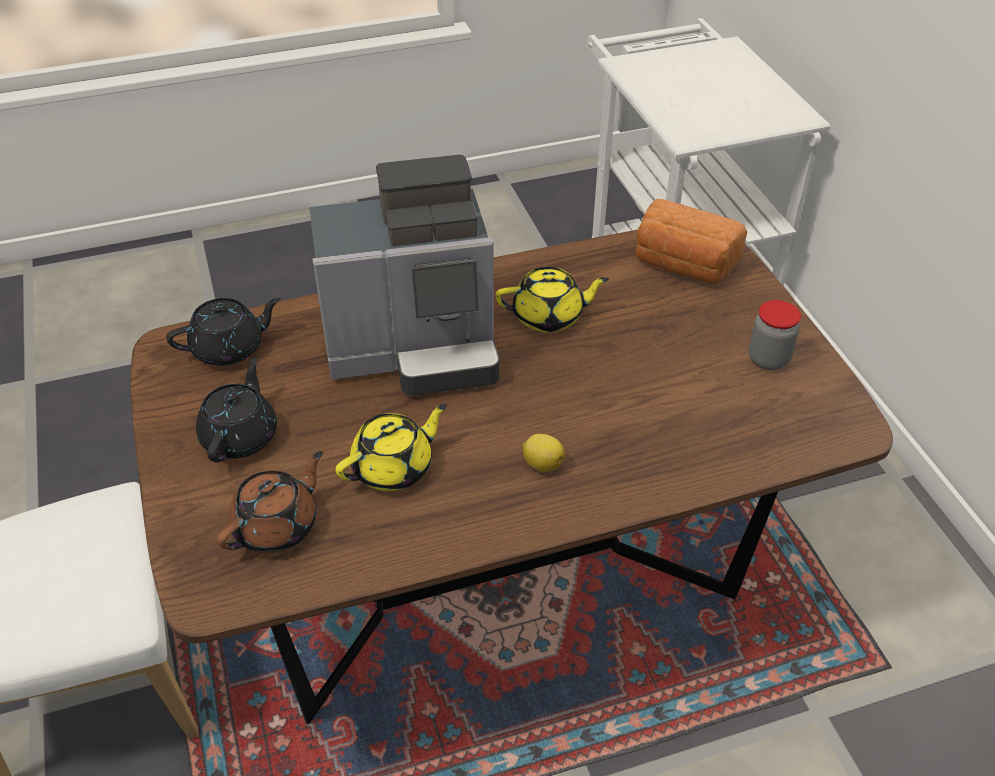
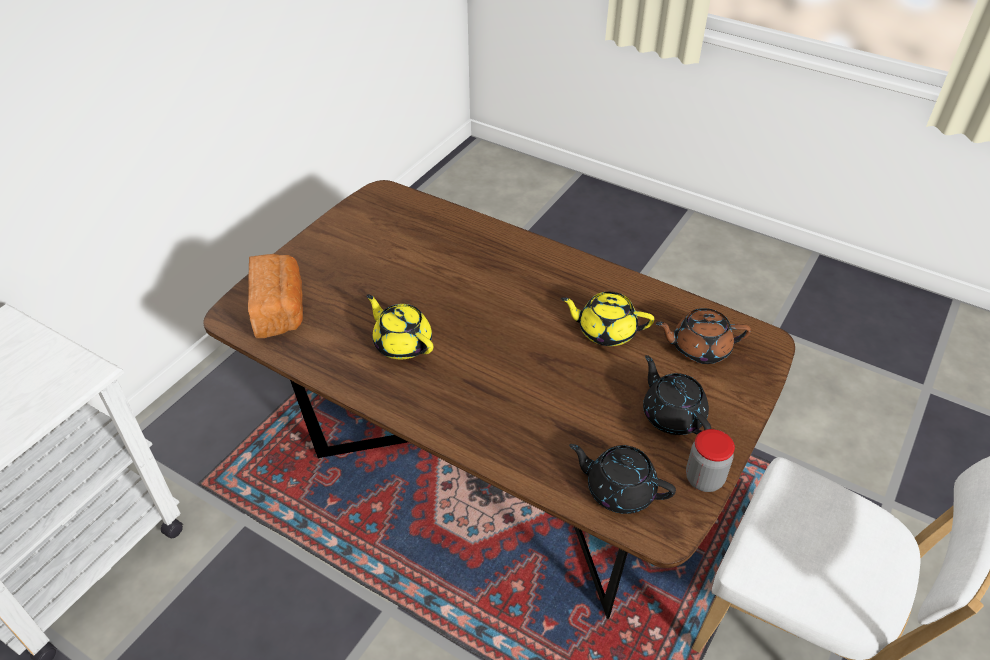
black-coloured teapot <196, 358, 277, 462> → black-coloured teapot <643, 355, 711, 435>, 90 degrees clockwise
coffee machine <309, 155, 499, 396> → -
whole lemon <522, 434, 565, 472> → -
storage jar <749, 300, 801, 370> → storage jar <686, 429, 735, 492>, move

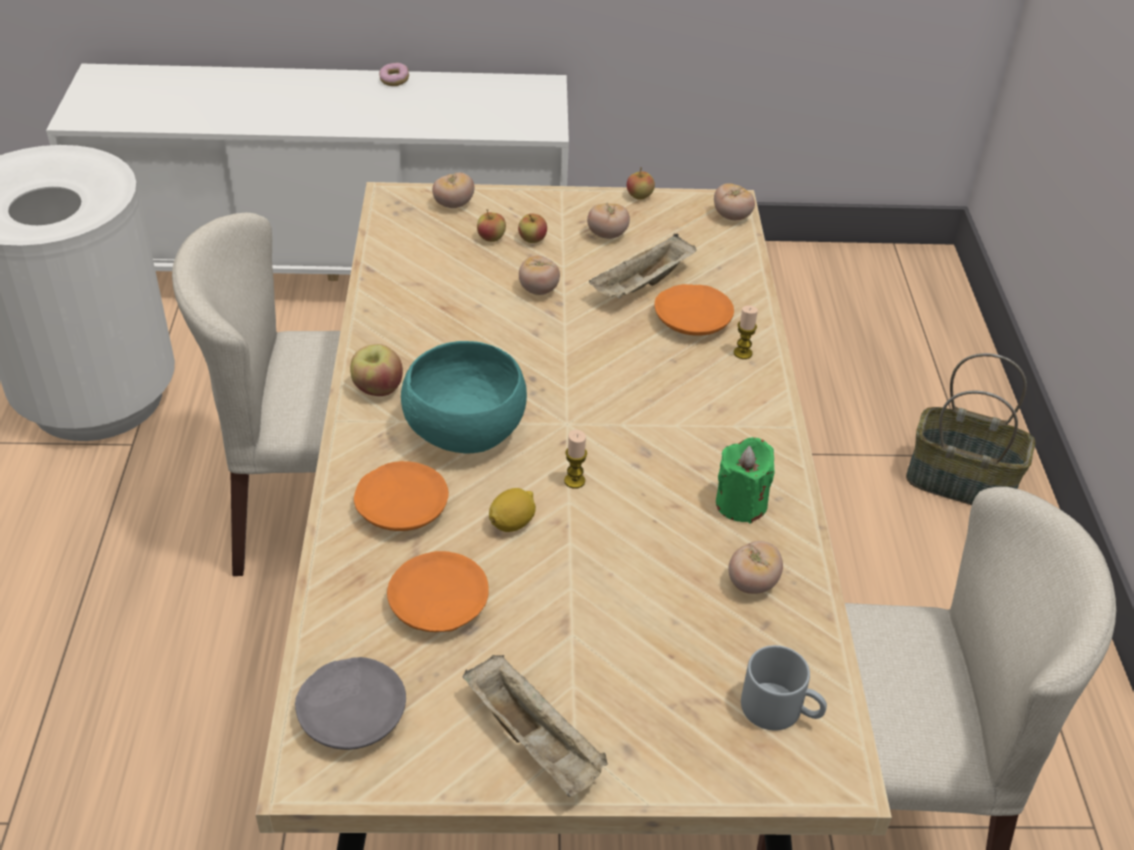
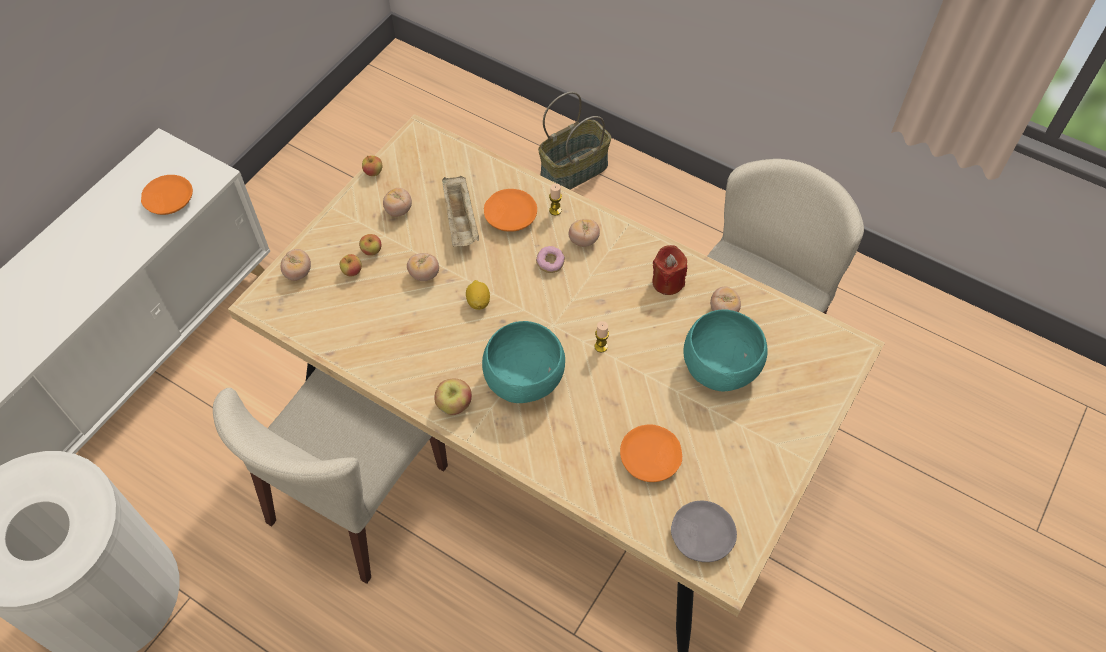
orange-coloured dinner plate <354, 461, 449, 531> → orange-coloured dinner plate <141, 175, 193, 215>, move
donut <379, 63, 409, 86> → donut <536, 246, 565, 273>, move
beige-coloured tray <463, 655, 608, 797> → -
whole lemon <489, 488, 536, 532> → whole lemon <466, 280, 490, 310>, move
fresh tomato <714, 183, 755, 220> → fresh tomato <569, 219, 600, 247>, move
green wax light <716, 437, 775, 523> → red wax light <652, 245, 687, 295>
grey coffee mug <741, 645, 827, 731> → -
- → blue-green deep dish <683, 309, 768, 391>

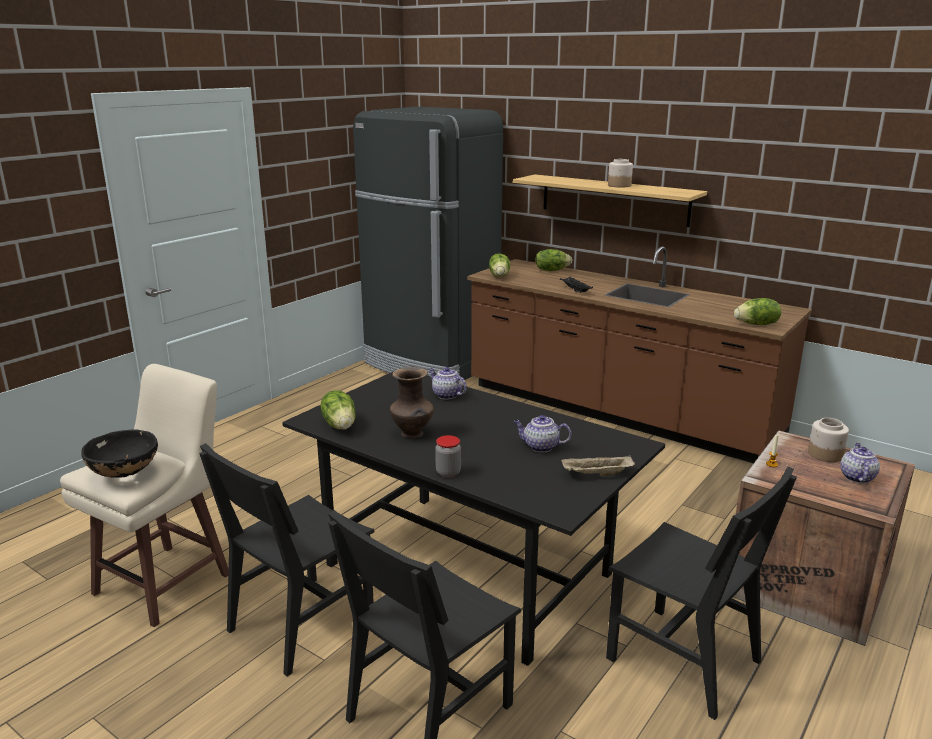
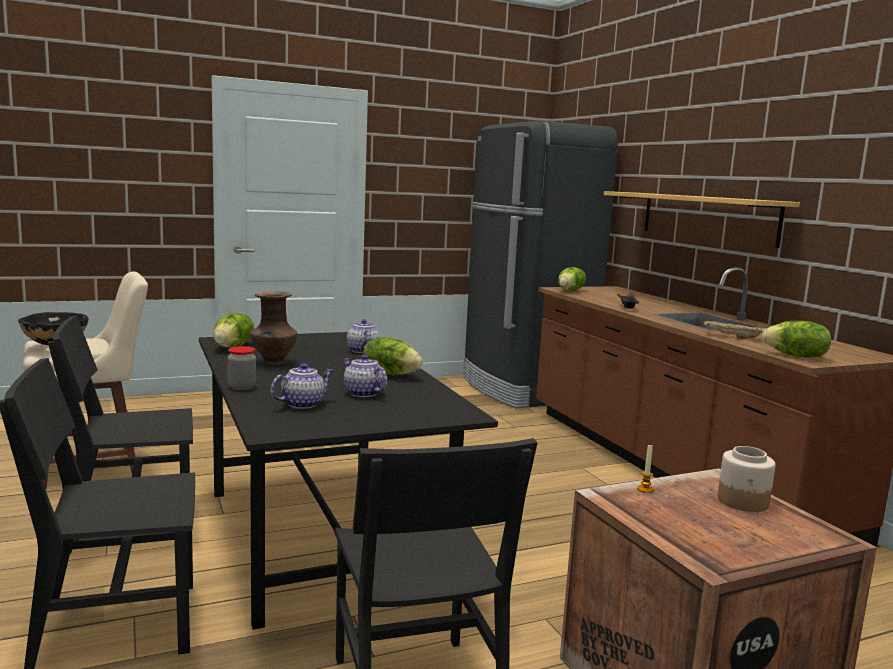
lettuce <535, 249, 572, 271> → lettuce <363, 337, 423, 376>, move
beige-coloured tray <561, 455, 635, 476> → beige-coloured tray <704, 320, 769, 339>, move
storage jar <608, 159, 633, 188> → -
teapot <840, 443, 880, 483> → teapot <271, 363, 333, 409>, move

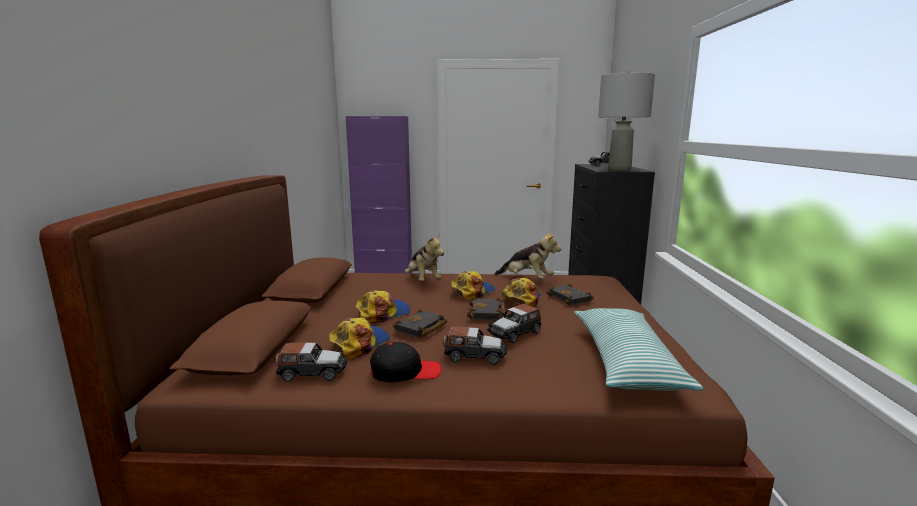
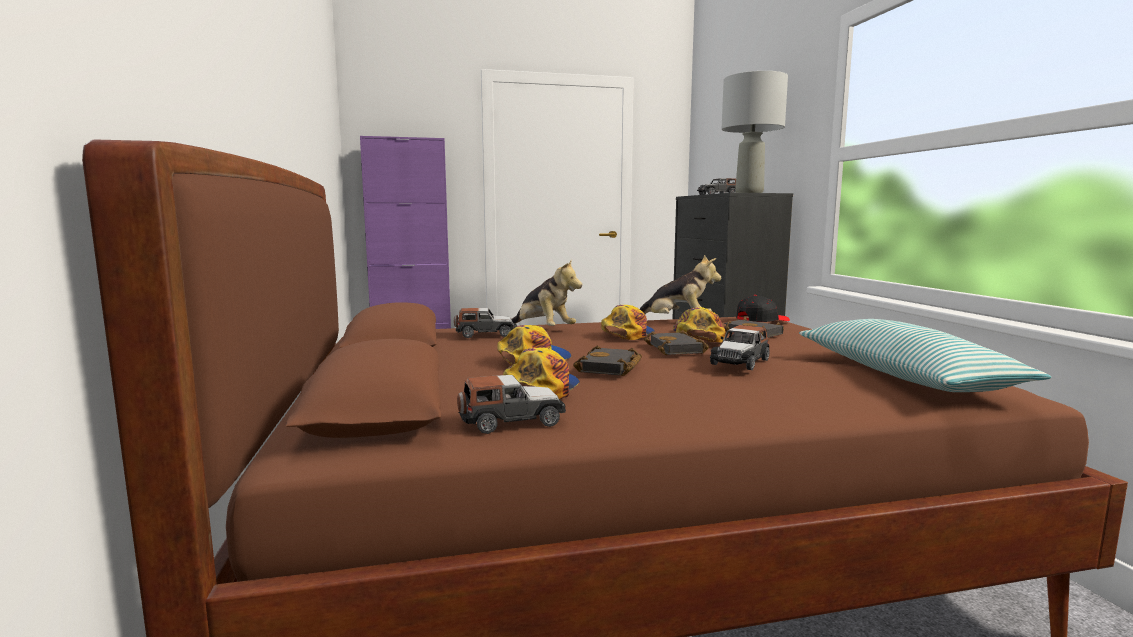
black-coloured cap <370, 342, 441, 383> → black-coloured cap <736, 295, 790, 322>, move
model car <443, 326, 507, 365> → model car <454, 308, 517, 338>, move

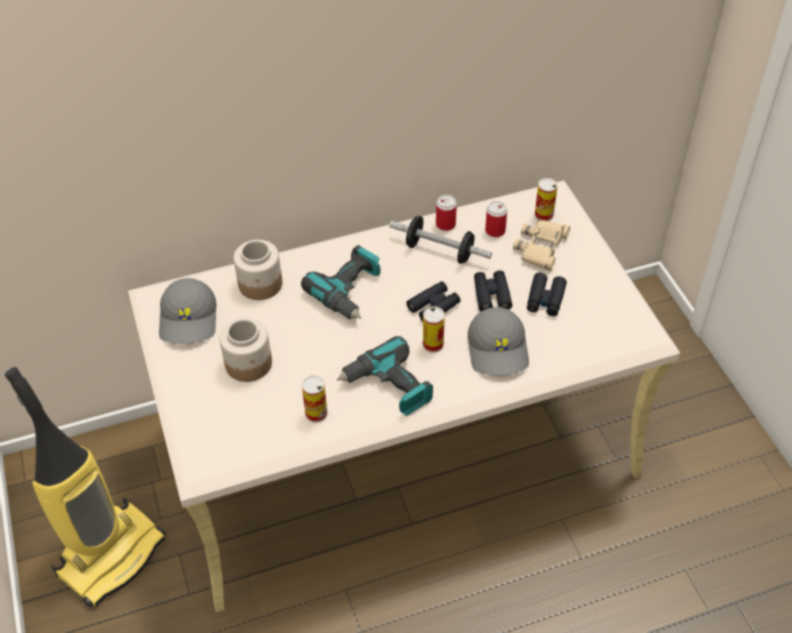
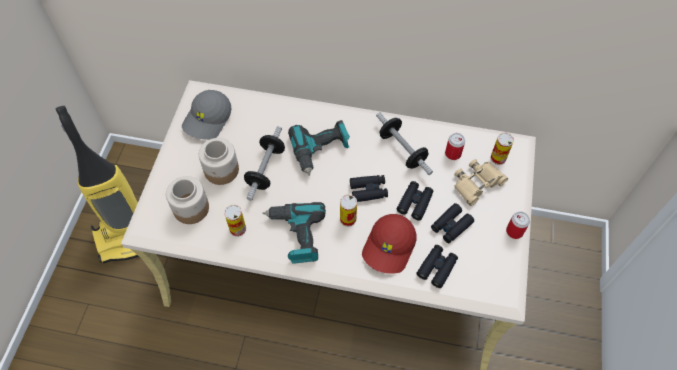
storage jar <234, 240, 282, 300> → storage jar <166, 176, 209, 224>, move
metal can <436, 195, 457, 231> → metal can <506, 211, 530, 239>, move
grey cap <468, 307, 529, 375> → red cap <362, 214, 416, 274>
- → hand weight <244, 126, 285, 200>
- → black-coloured field glasses <416, 245, 458, 288>

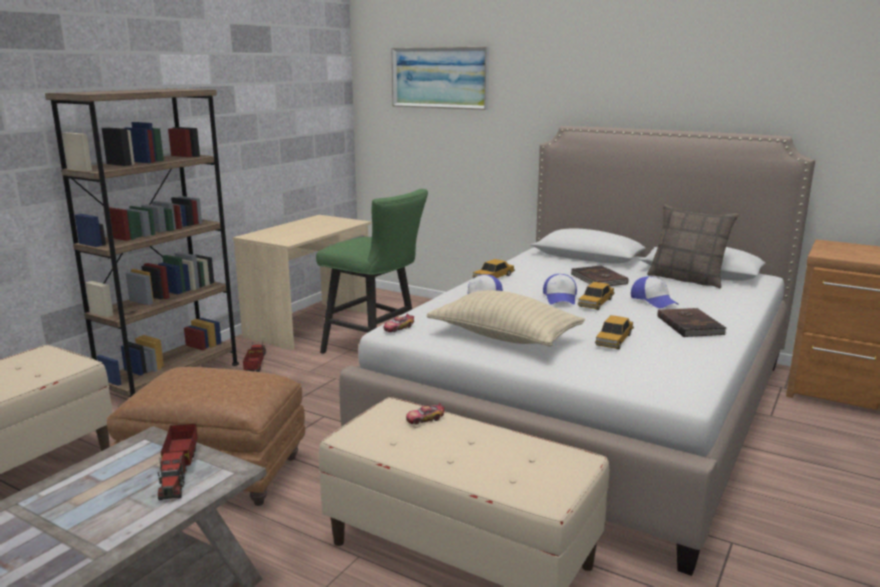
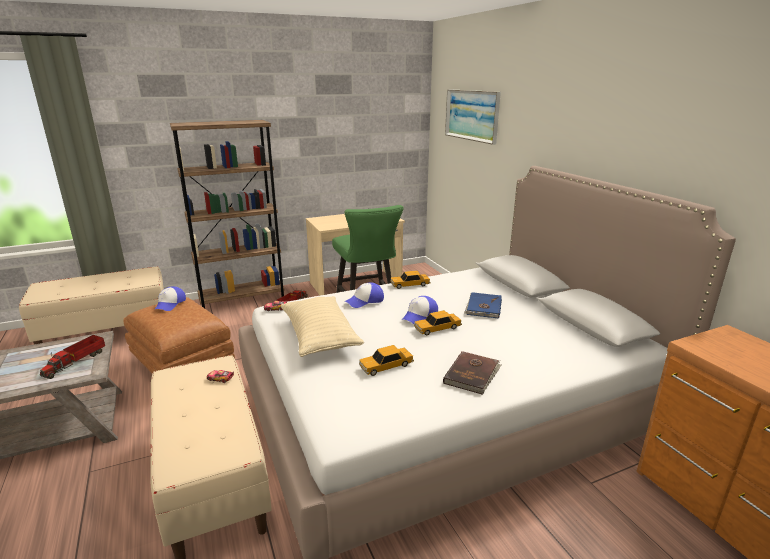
brown volume <571, 265, 628, 286> → bluish volume <464, 292, 502, 319>
cap <631, 276, 679, 308> → cap <154, 286, 186, 311>, move
cushion <647, 204, 739, 289> → -

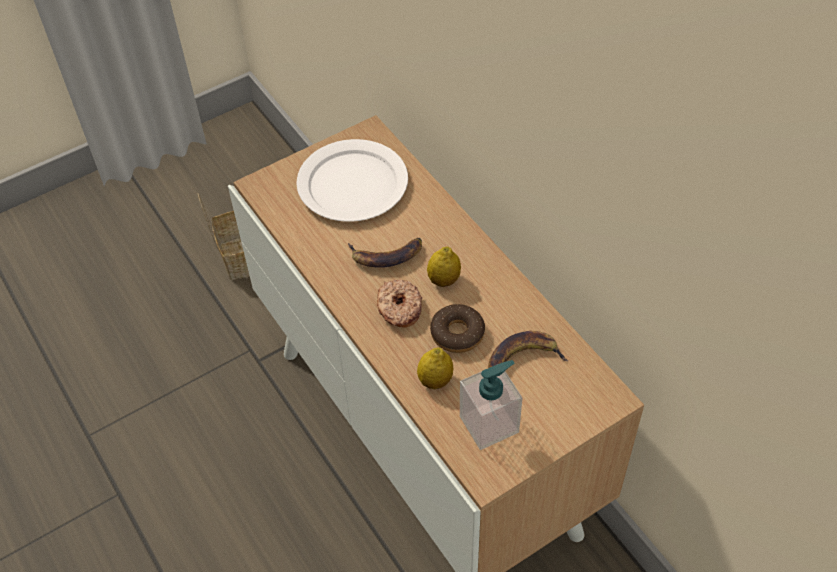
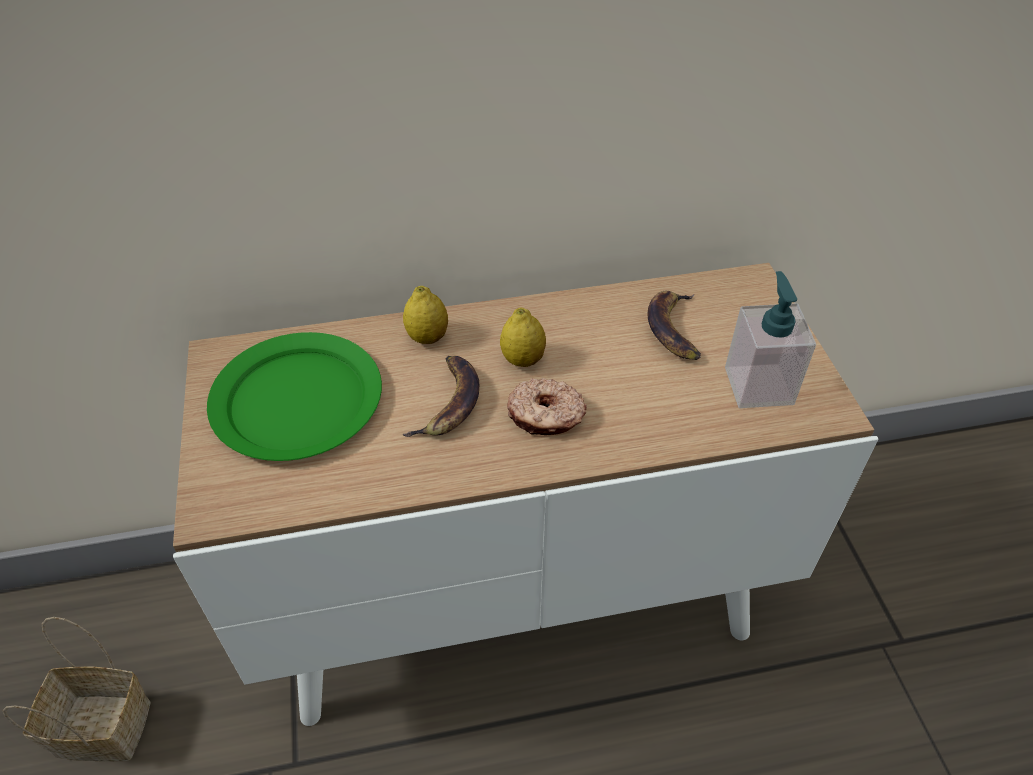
white-coloured dinner plate <297, 139, 408, 222> → green dinner plate <207, 332, 382, 461>
whole lemon <417, 347, 453, 389> → whole lemon <403, 286, 448, 344>, move
donut <430, 304, 485, 353> → -

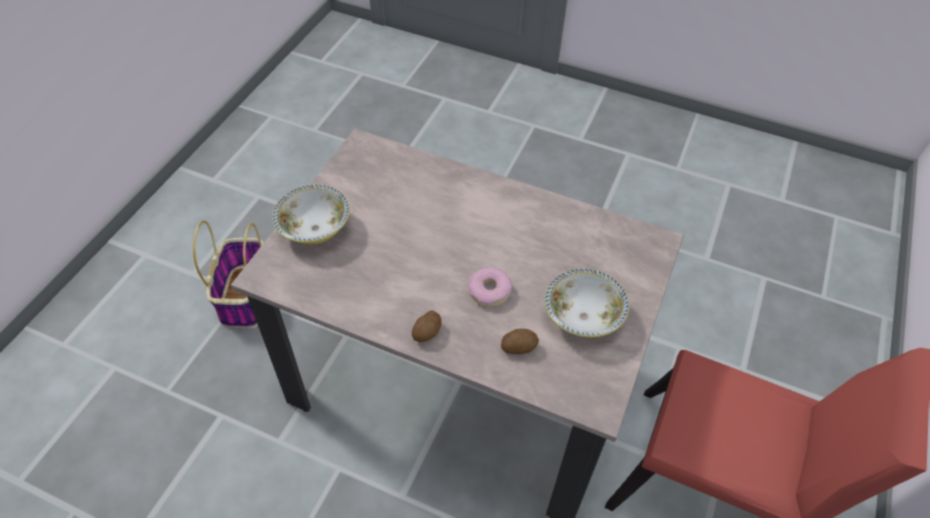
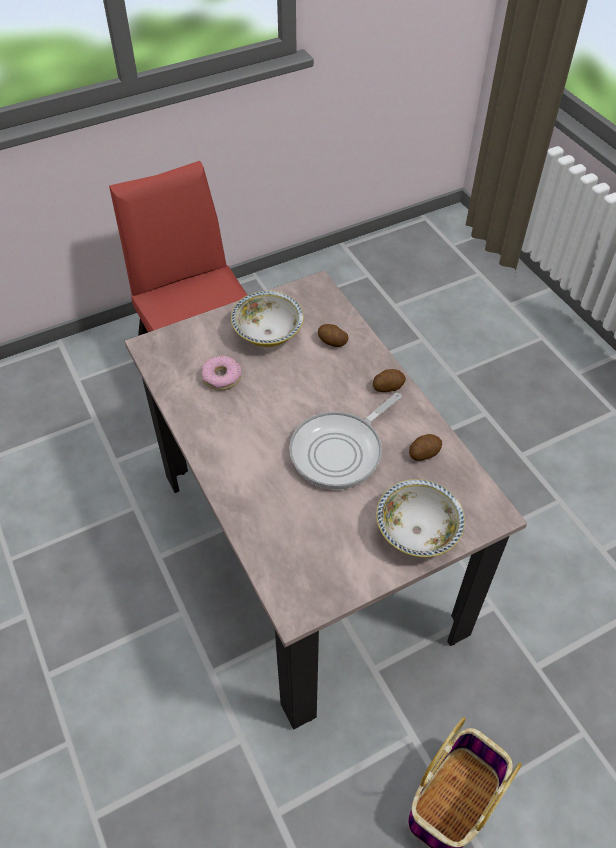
donut <468, 267, 512, 307> → donut <201, 356, 242, 390>, move
- → frying pan <289, 393, 402, 490>
- → spud <409, 434, 442, 461>

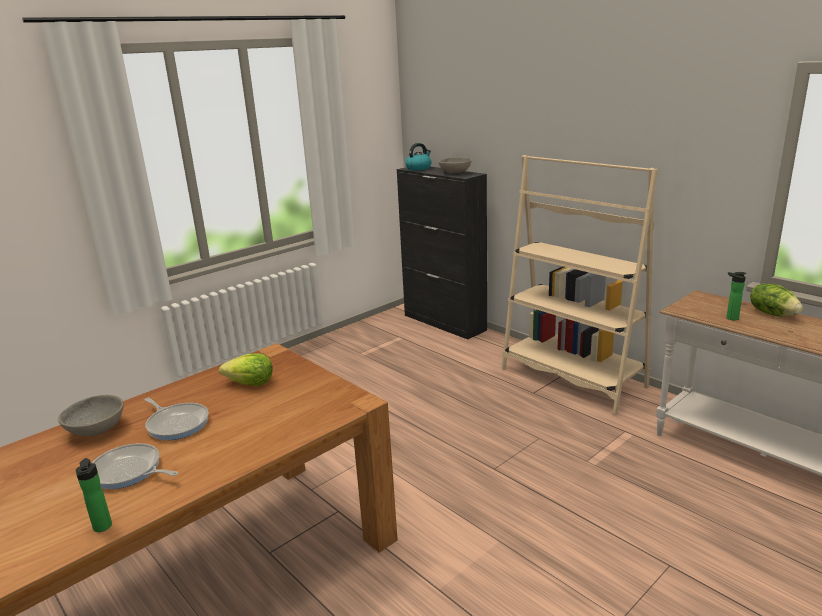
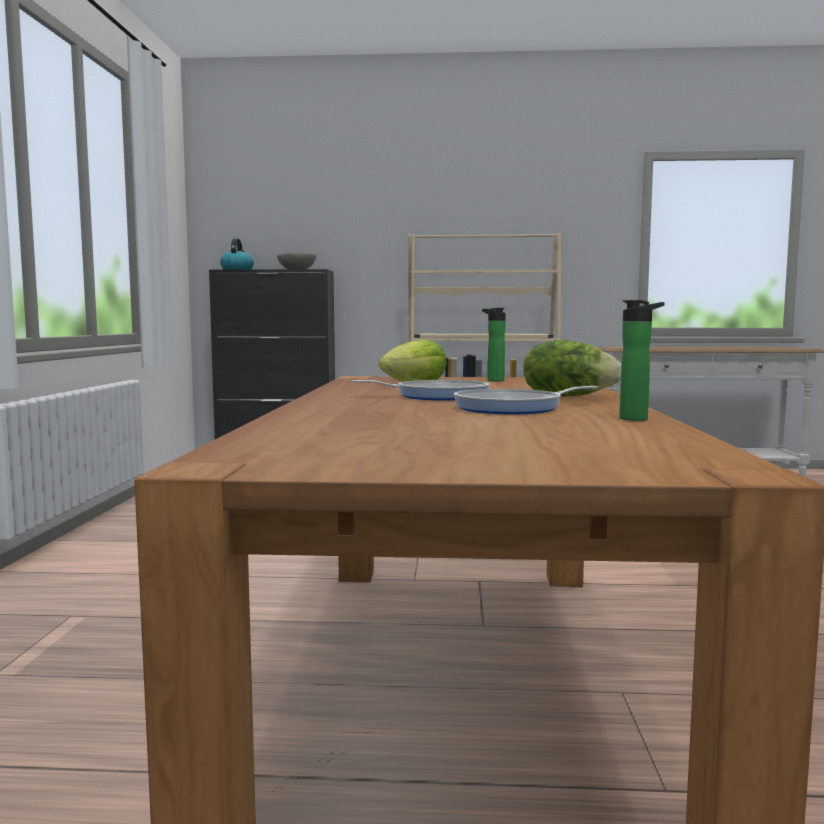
grey deep dish <58, 395, 124, 436> → -
drink bottle <726, 272, 746, 320> → drink bottle <482, 308, 506, 381>, move
lettuce <750, 283, 803, 316> → lettuce <523, 340, 621, 397>, move

